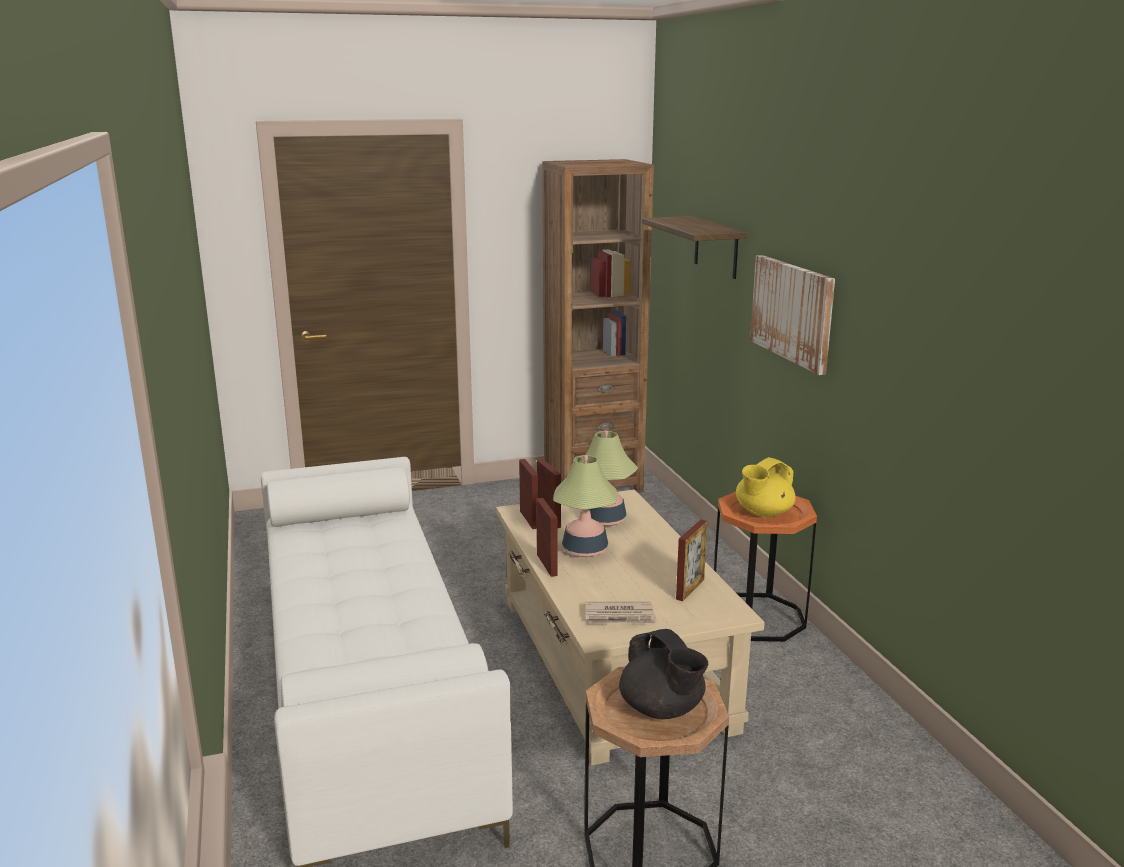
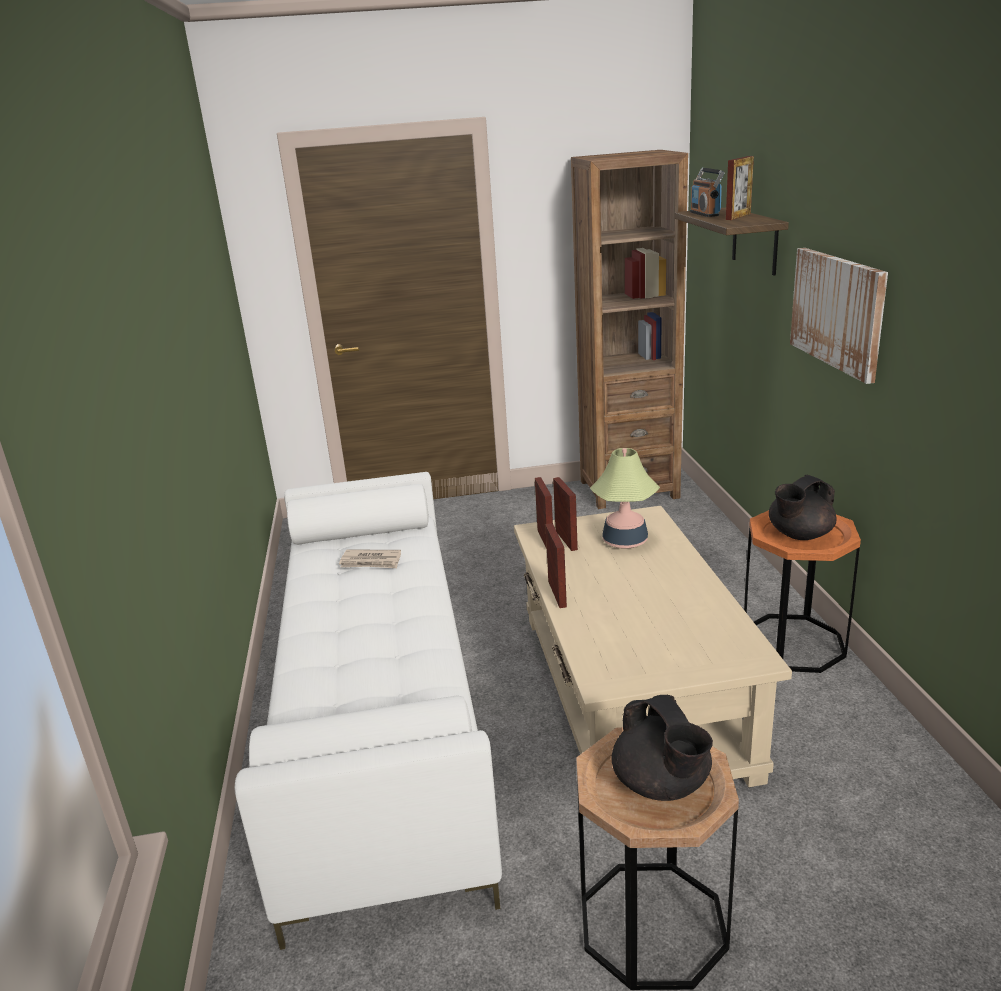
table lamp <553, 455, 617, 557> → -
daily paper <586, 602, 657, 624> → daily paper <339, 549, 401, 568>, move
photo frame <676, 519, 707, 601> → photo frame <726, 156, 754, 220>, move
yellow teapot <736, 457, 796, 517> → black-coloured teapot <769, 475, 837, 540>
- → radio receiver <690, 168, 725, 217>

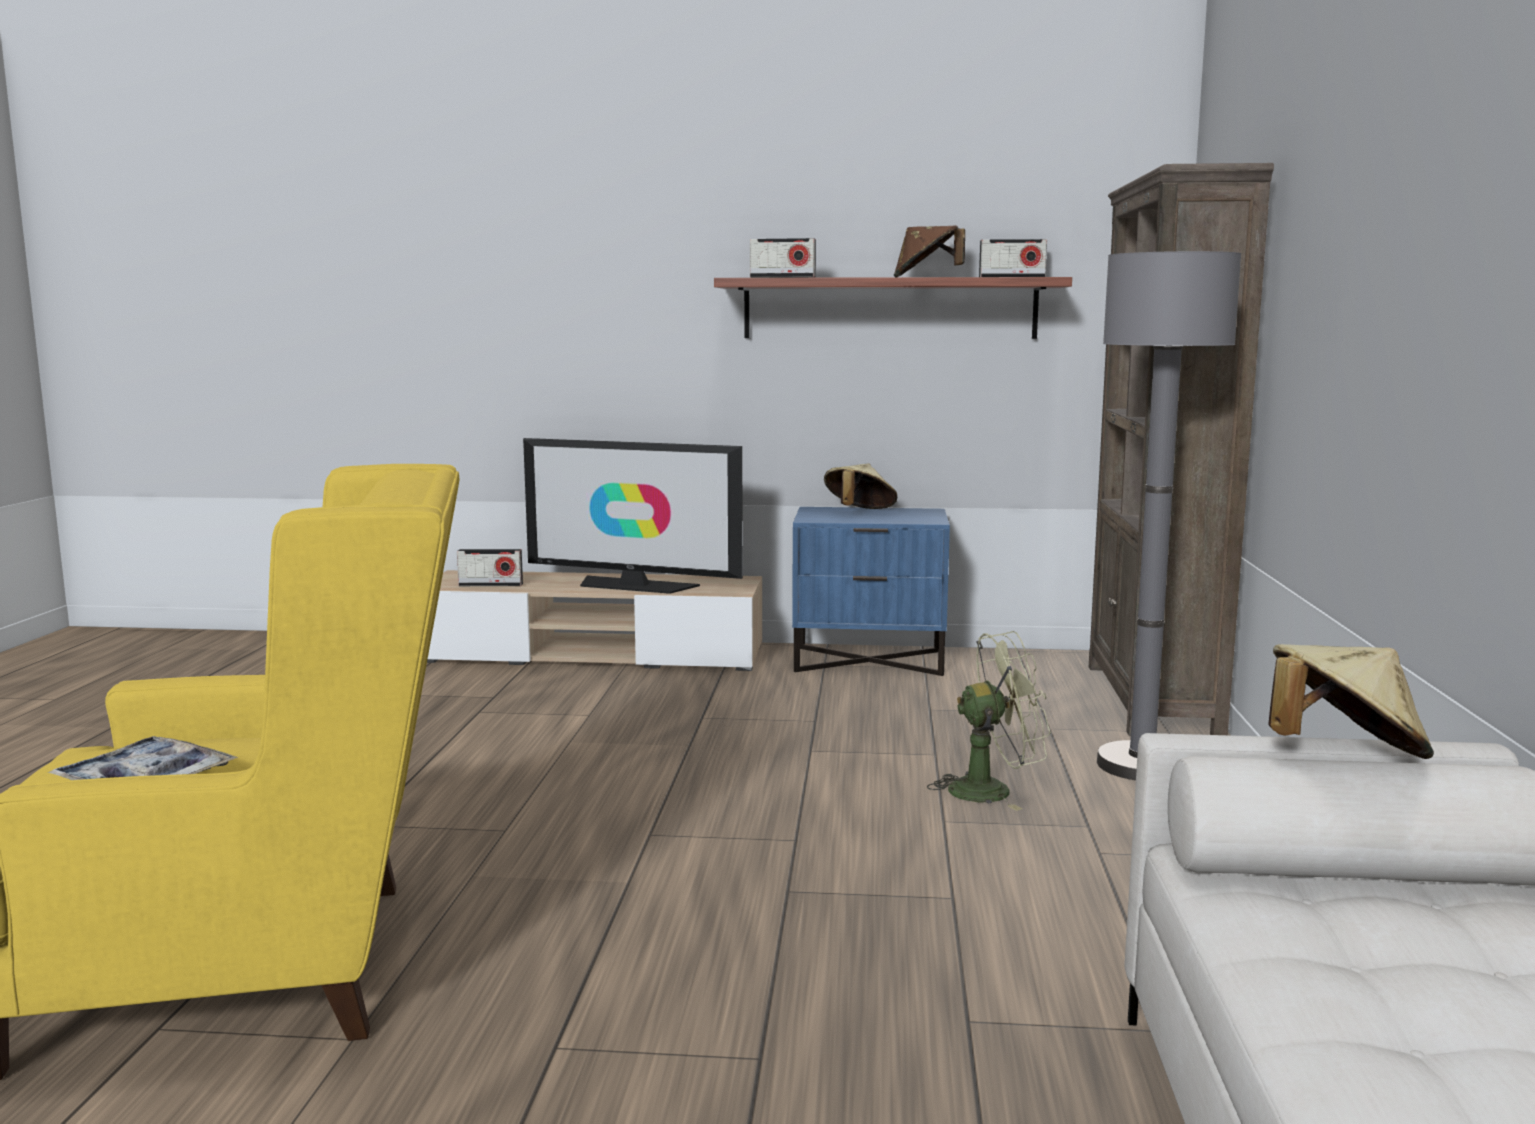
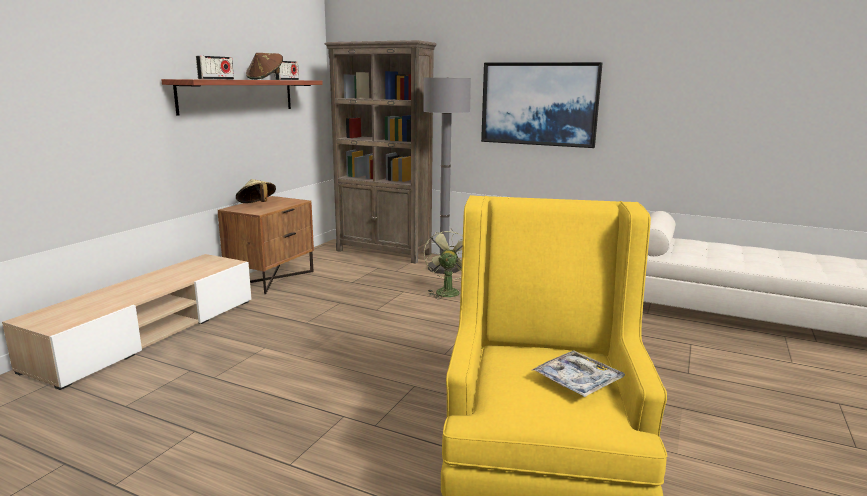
radio receiver <457, 549, 523, 586> → -
TV set <523, 438, 743, 594> → -
bluish night table <792, 507, 950, 676> → brown night table <218, 196, 314, 294>
beige-coloured clothing hat <1268, 644, 1434, 759> → -
- → picture <481, 62, 603, 148>

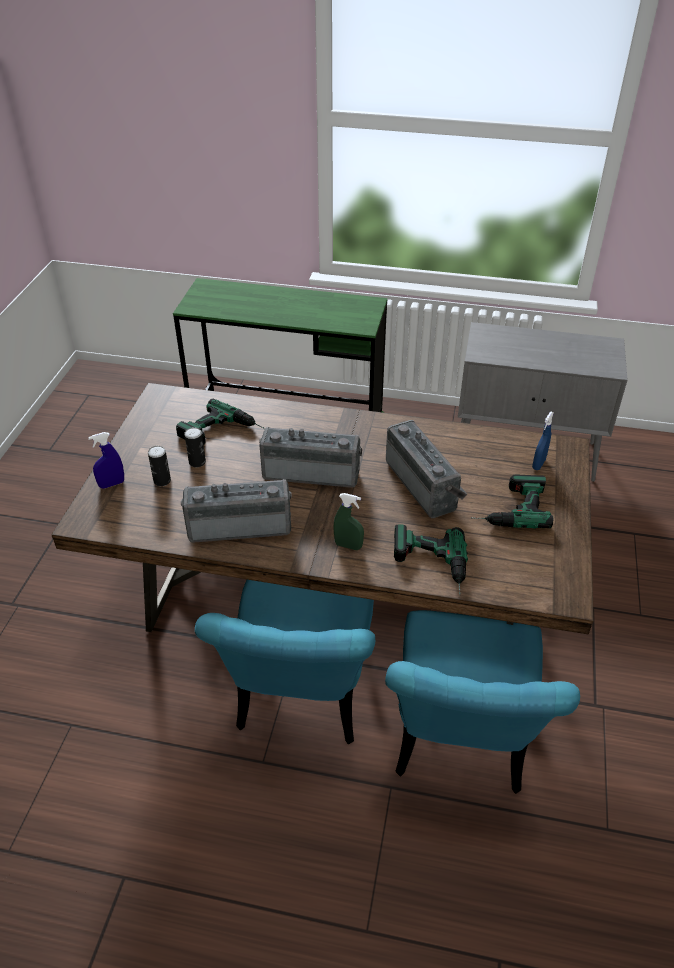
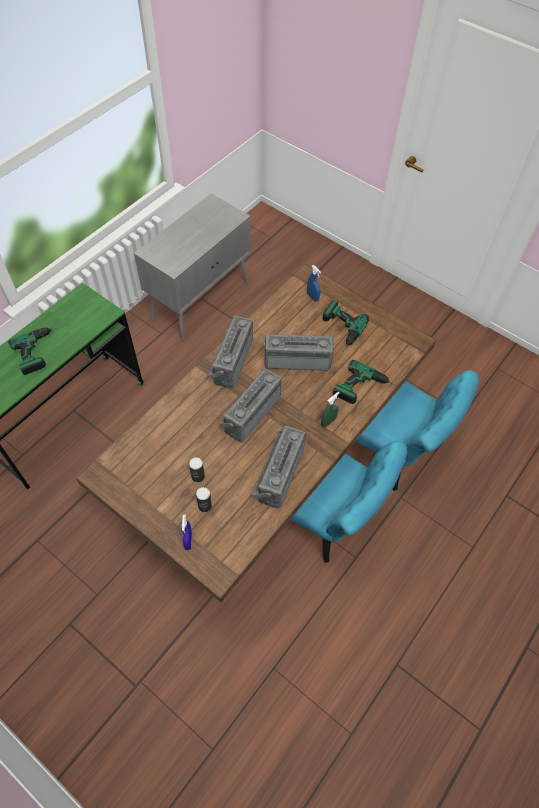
electric drill <176, 399, 265, 445> → electric drill <8, 326, 60, 375>, move
- → radio receiver <207, 316, 253, 389>

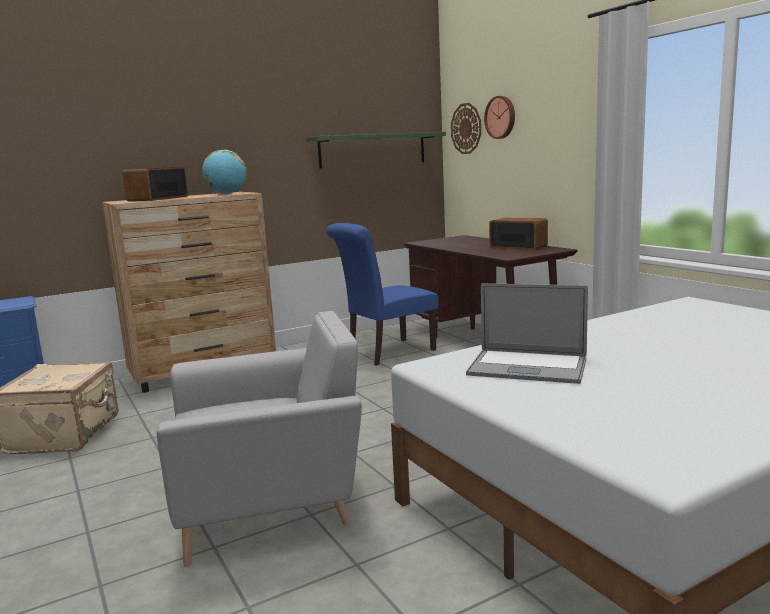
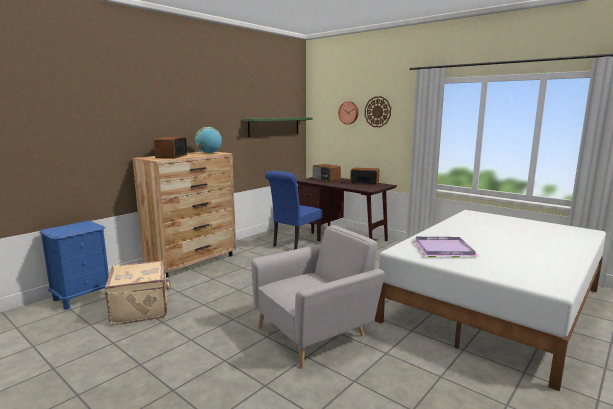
hanging clock <451, 103, 481, 154> → hanging clock <364, 96, 391, 127>, move
portable computer <466, 283, 588, 384> → purple-coloured tray <412, 237, 479, 258>
- → radio receiver <313, 164, 341, 182>

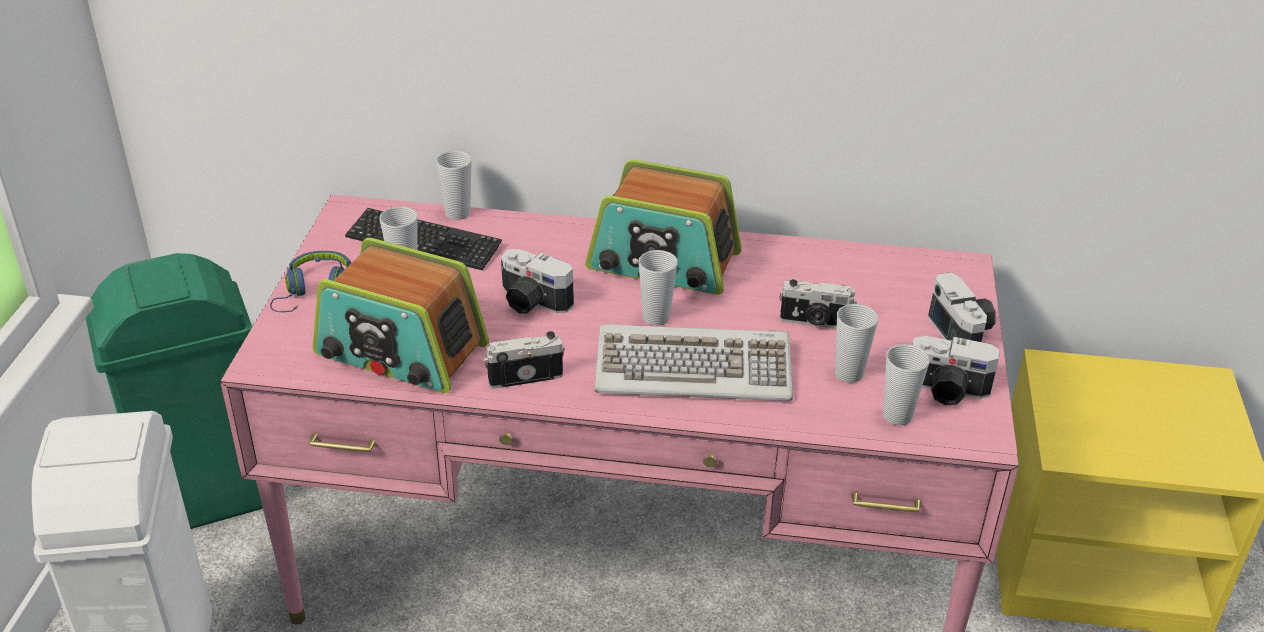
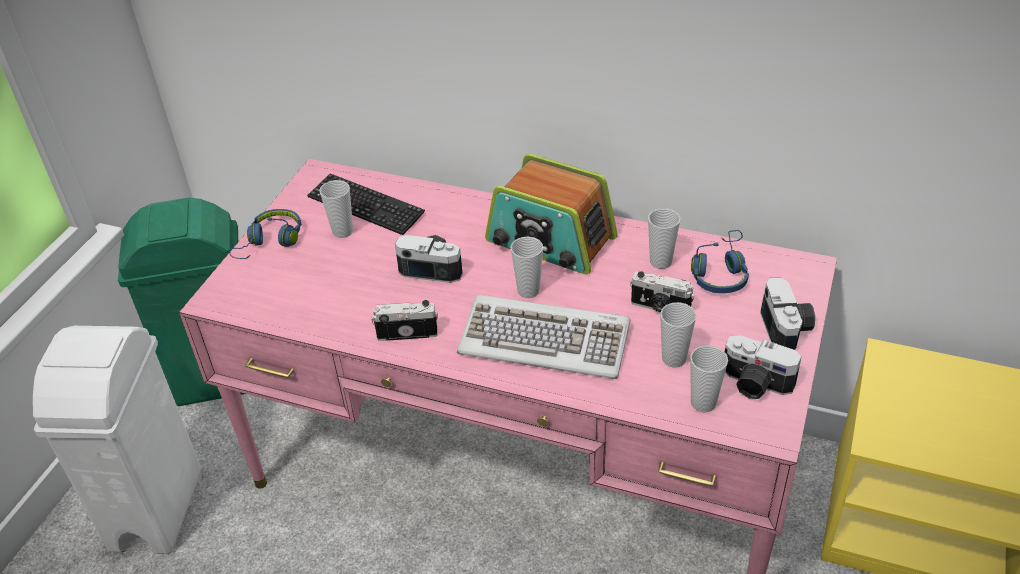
radio receiver <313, 238, 489, 393> → -
cup <436, 151, 472, 220> → cup <648, 208, 680, 269>, move
still camera <501, 249, 574, 313> → still camera <395, 235, 463, 283>, 150 degrees clockwise
- → bluish pair of headphones <691, 230, 749, 293>

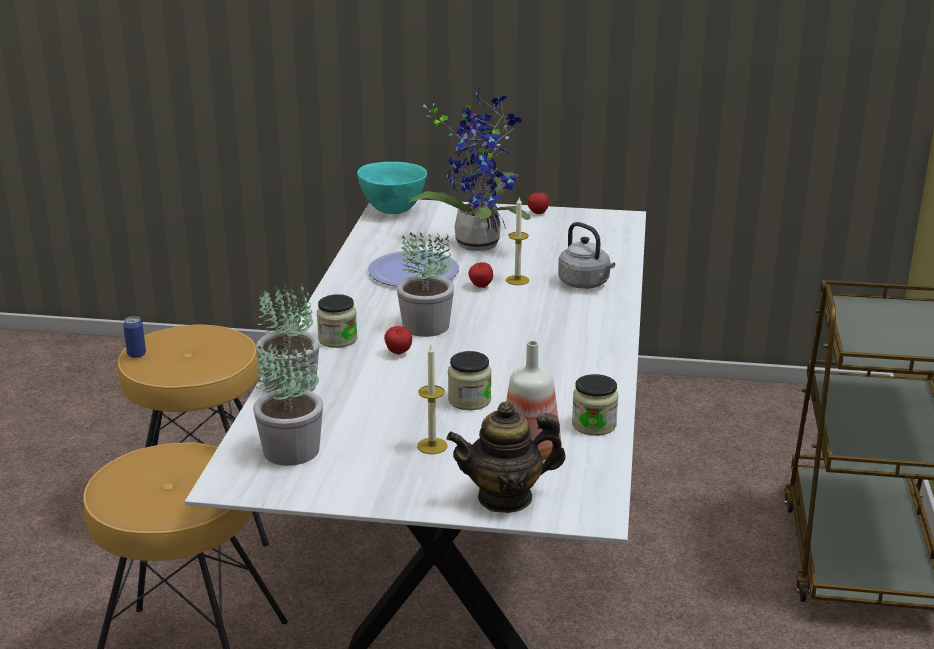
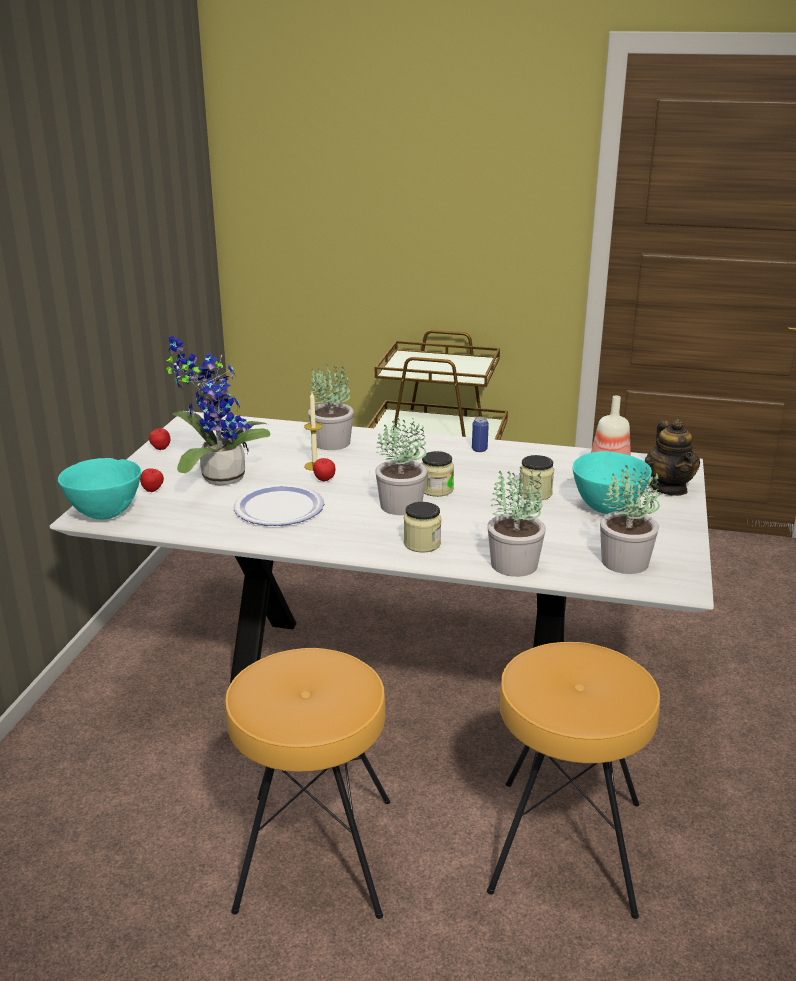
metal can <123, 316, 146, 358> → metal can <472, 417, 489, 452>, move
whole apple <384, 326, 412, 355> → whole apple <140, 468, 164, 492>, move
wax light <417, 345, 448, 454> → blue-green deep dish <572, 451, 652, 514>
grey kettle <558, 222, 615, 289> → houseplant <308, 362, 354, 450>
storage jar <572, 374, 618, 436> → storage jar <421, 451, 454, 497>, move

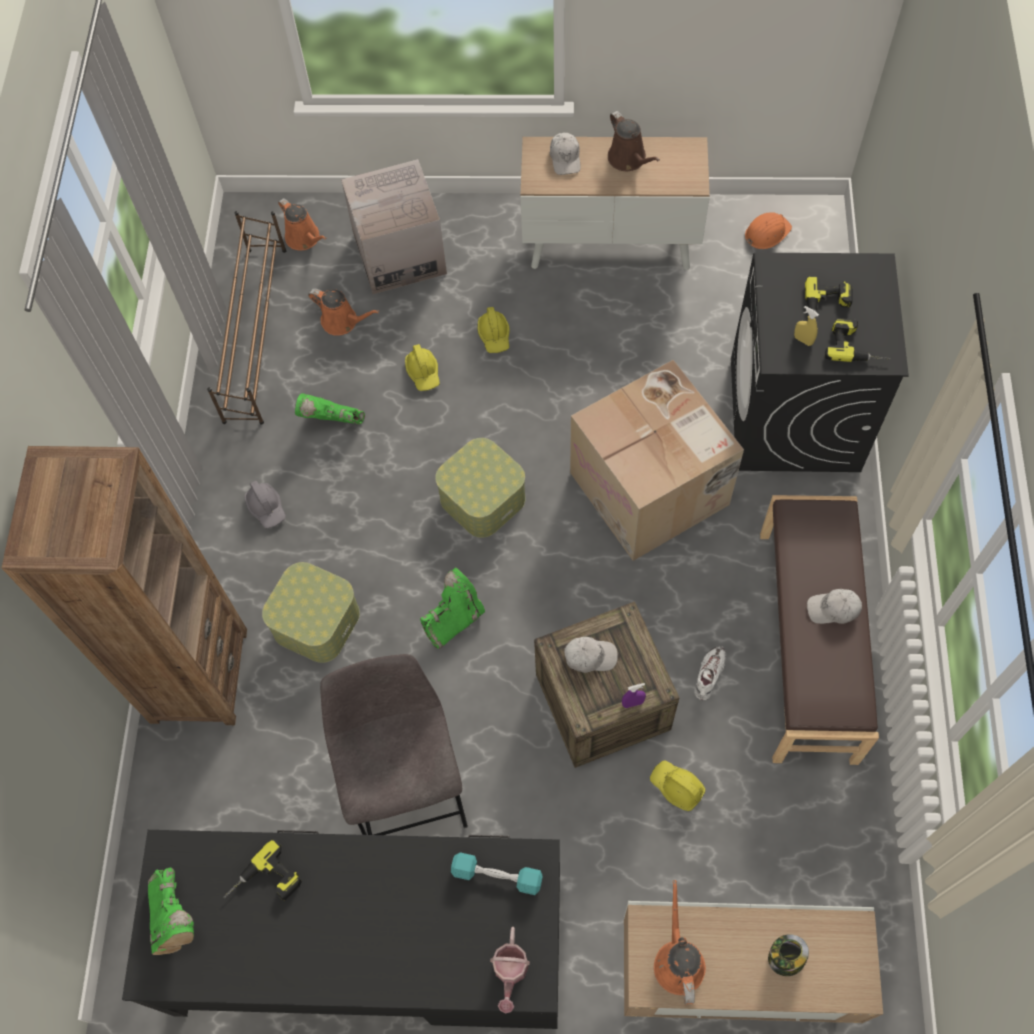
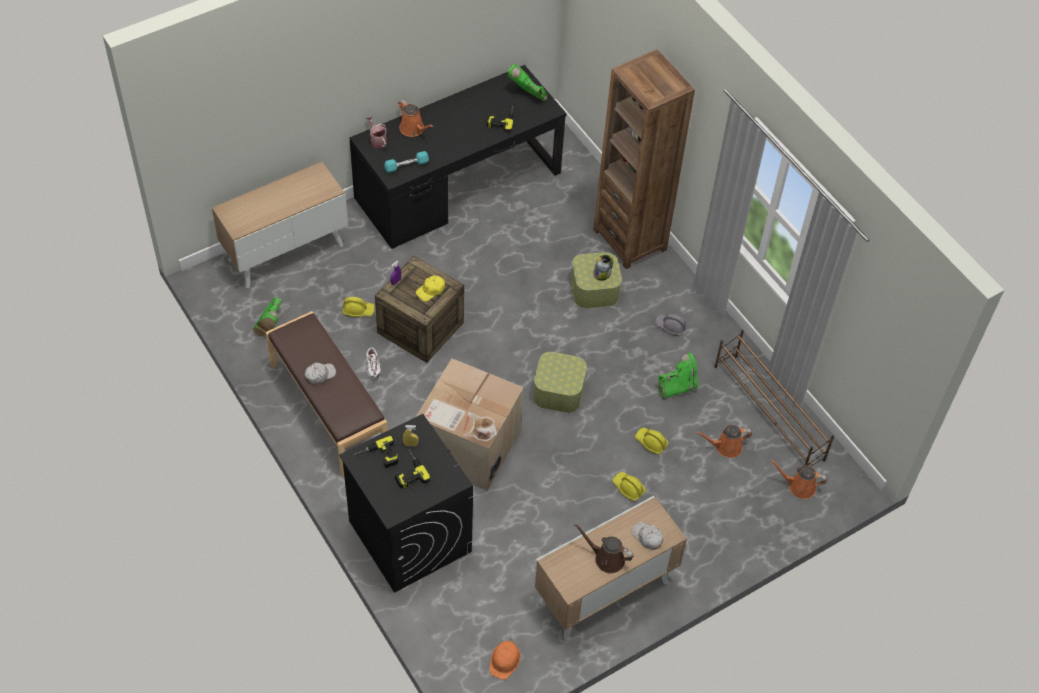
grey stool seat <320, 654, 468, 835> → -
carton <341, 159, 447, 294> → -
green boot <420, 568, 485, 649> → green boot <253, 297, 282, 336>, move
white-coloured cap <564, 637, 618, 673> → yellow cap <416, 276, 445, 301>
orange-coloured watering pot <654, 880, 706, 1004> → orange-coloured watering pot <398, 100, 433, 137>, move
storage jar <768, 934, 809, 976> → storage jar <593, 255, 613, 281>, move

